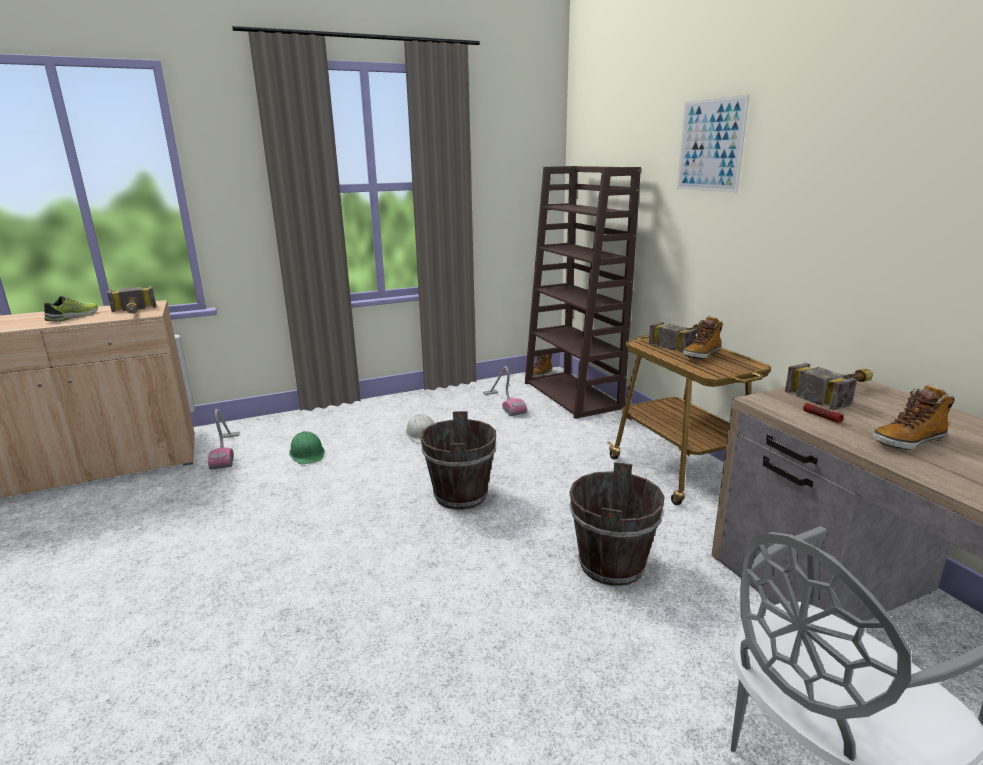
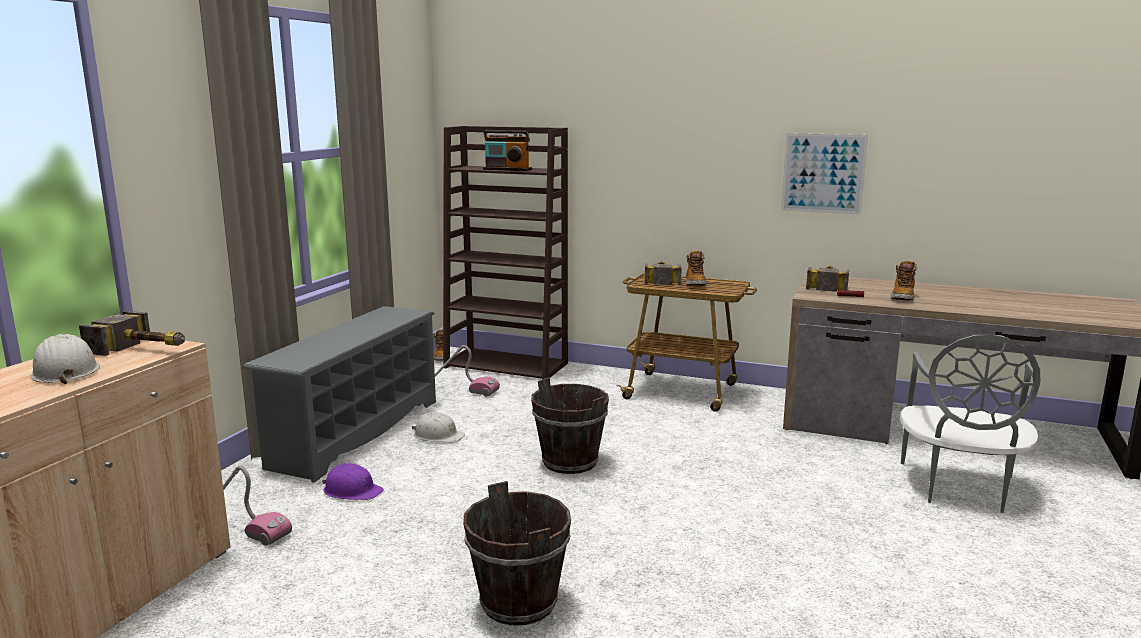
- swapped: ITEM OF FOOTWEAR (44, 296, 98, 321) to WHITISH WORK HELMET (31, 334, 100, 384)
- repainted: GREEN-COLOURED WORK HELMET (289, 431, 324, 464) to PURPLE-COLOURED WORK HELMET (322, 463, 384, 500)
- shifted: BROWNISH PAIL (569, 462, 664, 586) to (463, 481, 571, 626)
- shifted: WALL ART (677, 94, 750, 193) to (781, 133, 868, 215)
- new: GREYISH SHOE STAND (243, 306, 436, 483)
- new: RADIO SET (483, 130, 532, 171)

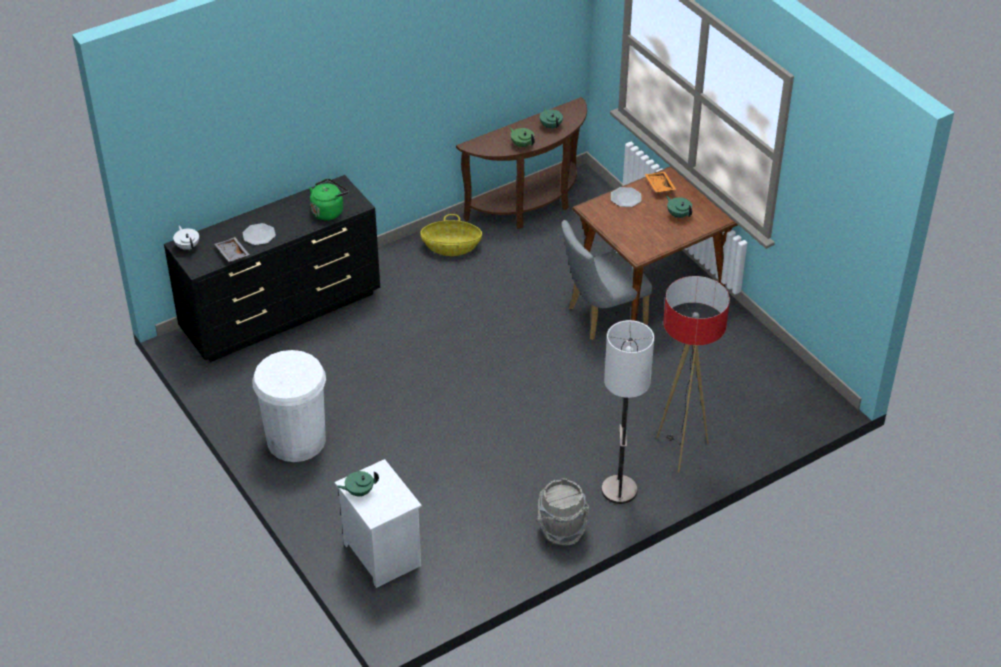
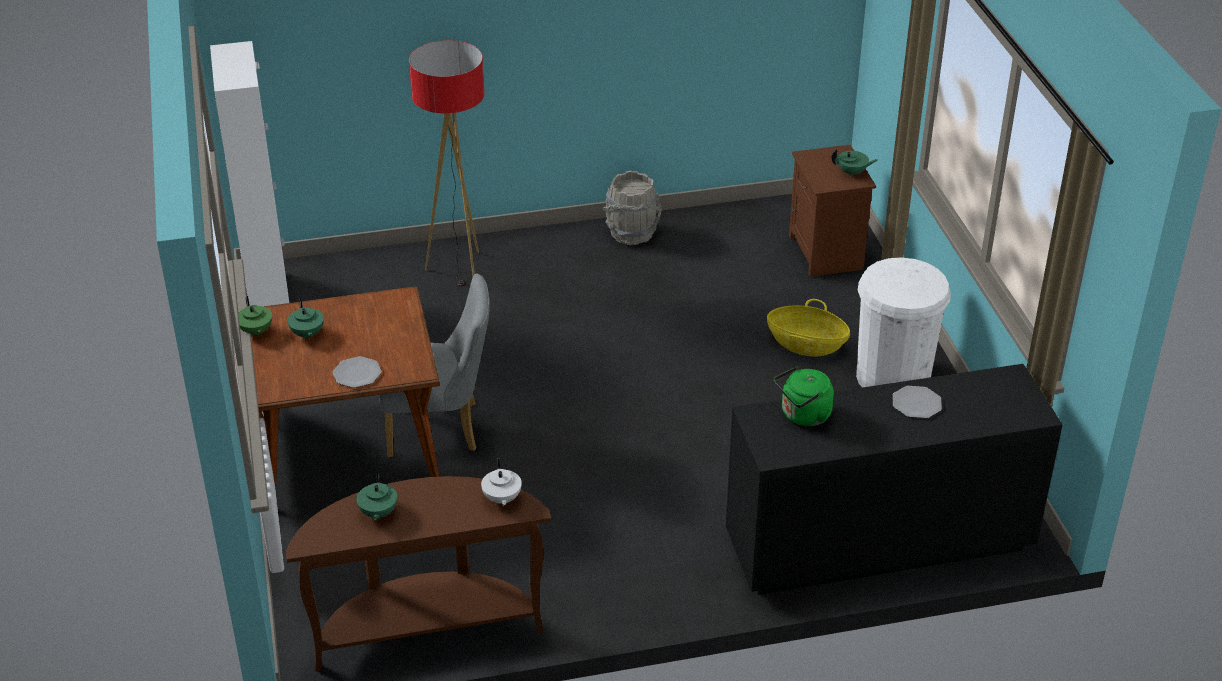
- shifted: WHITISH TEAPOT (173, 225, 199, 250) to (481, 458, 522, 506)
- gone: GREYISH TRAY (215, 237, 250, 262)
- repainted: WHITISH NIGHT TABLE (335, 459, 422, 588) to BROWNISH NIGHT TABLE (789, 145, 876, 277)
- shifted: STORAGE BASKET (420, 214, 482, 256) to (767, 299, 850, 356)
- shifted: GREEN-COLOURED TEAPOT (509, 127, 535, 147) to (238, 296, 272, 337)
- gone: STANDING LAMP (602, 320, 654, 504)
- gone: ORANGE TRAY (645, 172, 676, 193)
- new: WHITISH CABINET (210, 41, 289, 306)

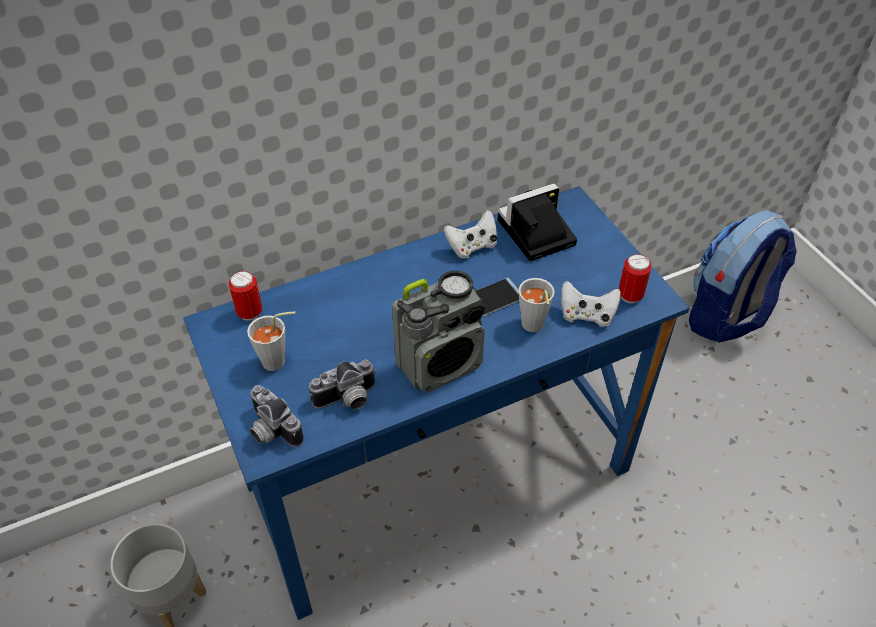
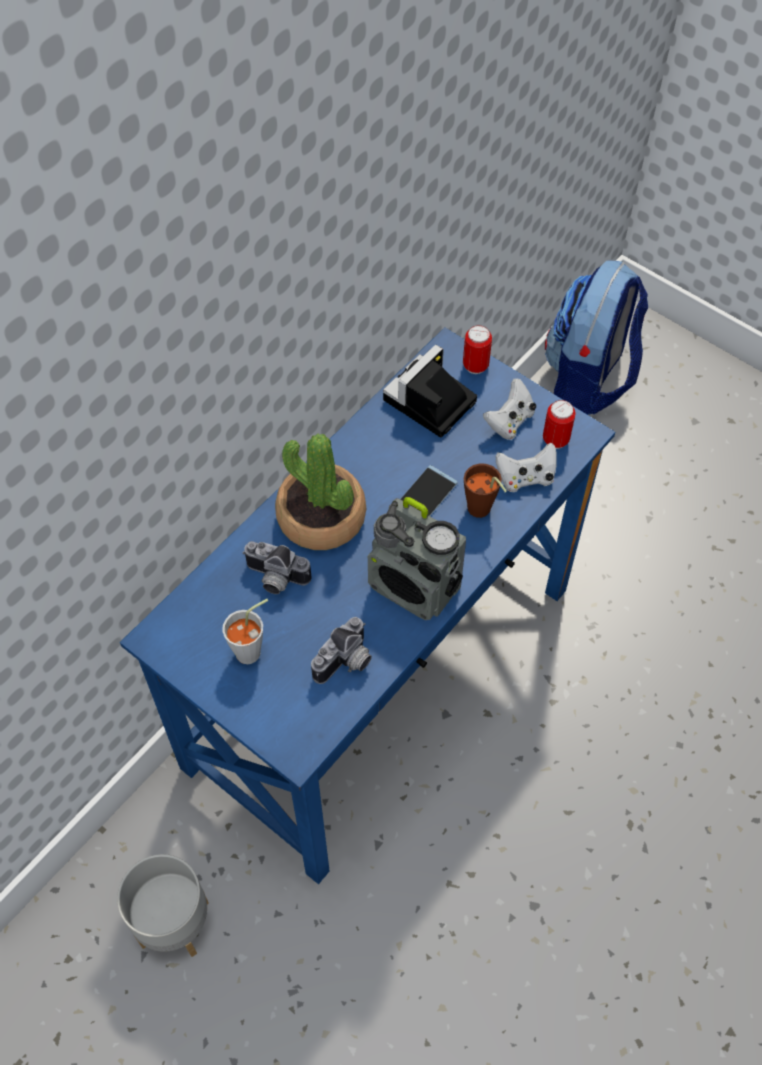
- shifted: SEALED CAN (229, 271, 262, 321) to (463, 325, 492, 374)
- shifted: STILL CAMERA (250, 385, 304, 447) to (242, 541, 311, 594)
- rotated: RADIO SET (392, 271, 485, 393) = (368, 497, 466, 620) 90 degrees clockwise
- shifted: WHITISH GAME CONTROLLER (444, 210, 497, 258) to (483, 378, 536, 440)
- repainted: GREYISH DRINKING CUP (519, 278, 555, 332) to BROWNISH DRINKING CUP (464, 463, 507, 518)
- new: PLANT IN A POT (275, 434, 366, 550)

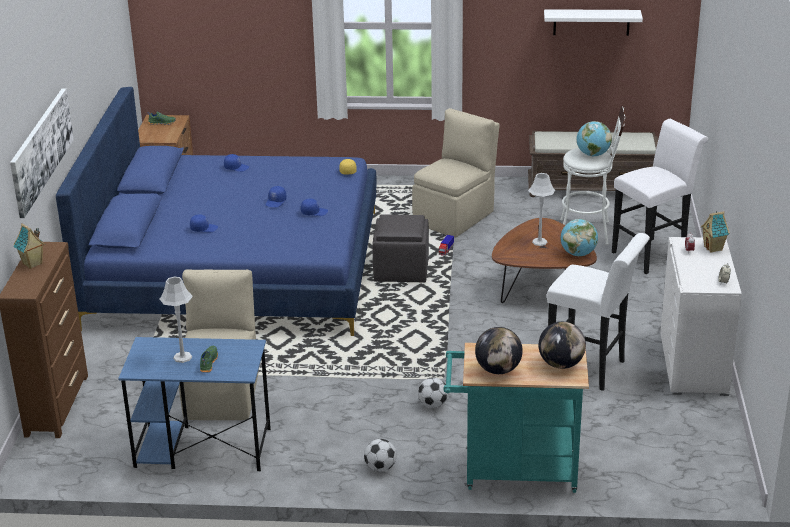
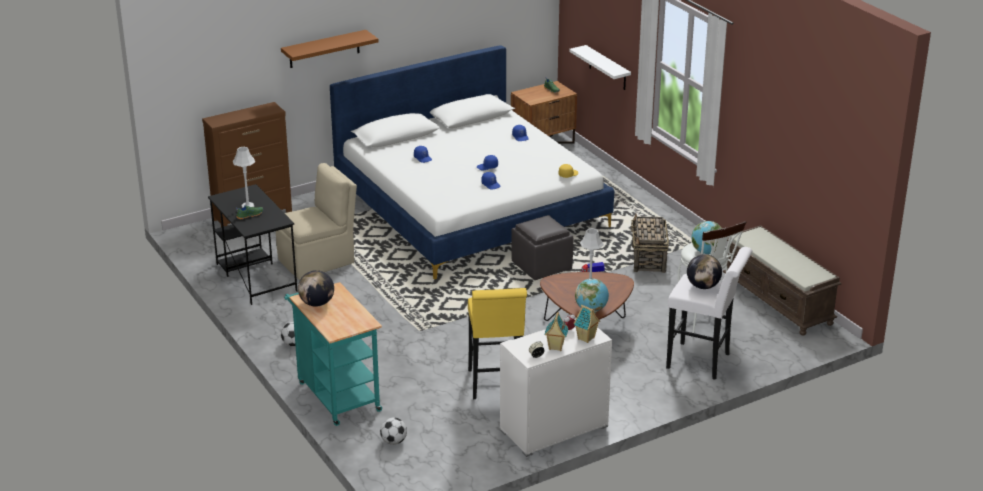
- swapped: WALL ART (10, 88, 74, 218) to BROWNISH BRACKET SHELF (281, 30, 379, 68)
- shifted: TOY HOUSE (13, 223, 45, 269) to (544, 312, 568, 351)
- repainted: BLUE BEDROOM BED (56, 87, 377, 336) to WHITISH BEDROOM BED (330, 45, 614, 280)
- repainted: BLUE DESK TABLE (118, 337, 271, 471) to BLACKISH DESK TABLE (208, 184, 298, 305)
- swapped: SAND-COLOURED CHAIR (412, 108, 500, 237) to STORAGE BASKET (630, 214, 669, 273)
- shifted: BALL FOR FOOTBALL (418, 377, 448, 408) to (380, 418, 407, 445)
- shifted: DESK GLOBE (538, 322, 586, 369) to (687, 254, 722, 289)
- shifted: WHITISH BRACKET SHELF (544, 9, 643, 36) to (569, 45, 631, 90)
- repainted: WHITISH STOOL (547, 233, 650, 391) to YELLOW STOOL (468, 288, 527, 399)

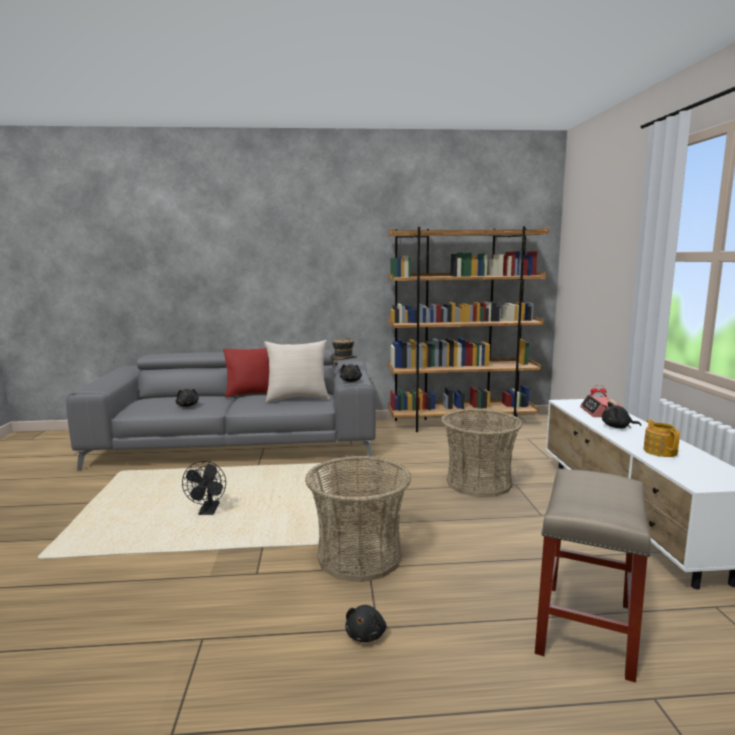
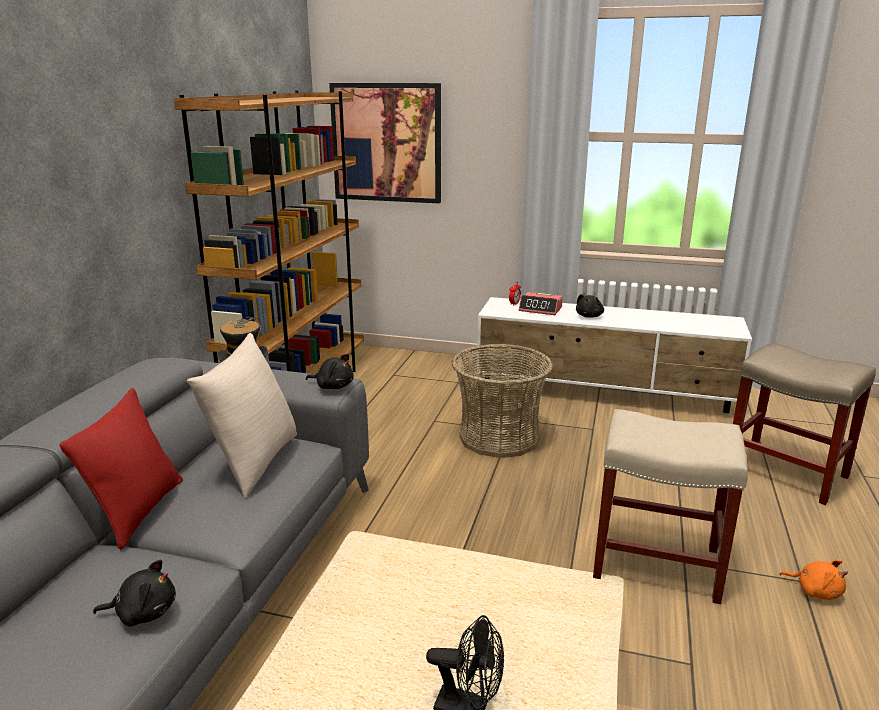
- swapped: STORAGE BASKET (305, 456, 412, 582) to SAND-COLOURED STOOL (593, 409, 748, 604)
- repainted: BLACKISH PLUSH TOY (346, 605, 386, 642) to ORANGE PLUSH TOY (779, 560, 848, 600)
- gone: TEAPOT (643, 420, 680, 457)
- new: WALL ART (329, 83, 441, 203)

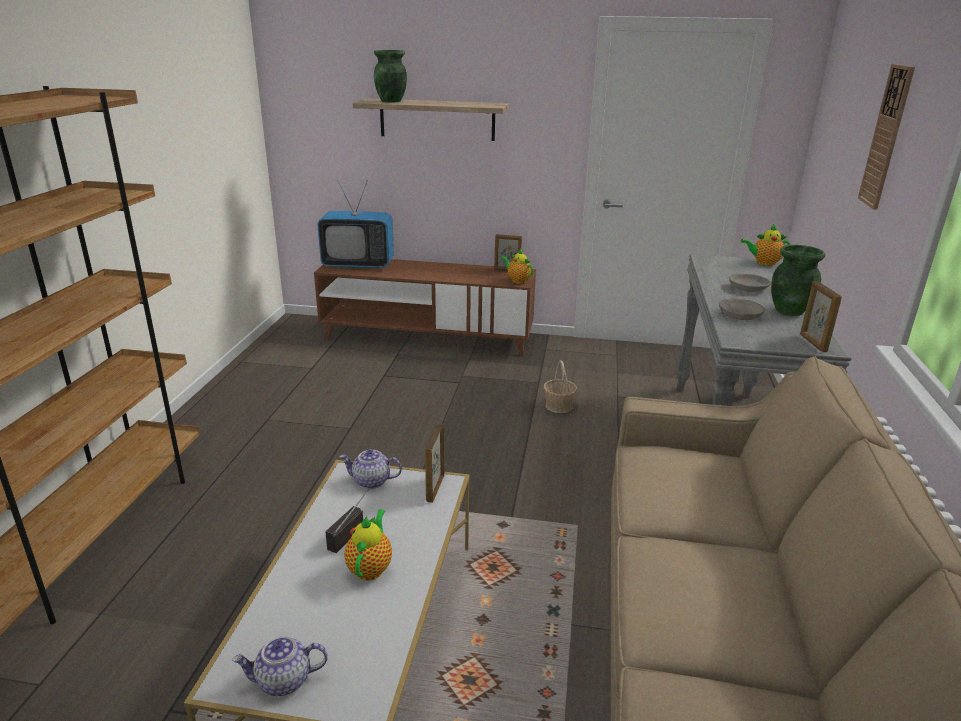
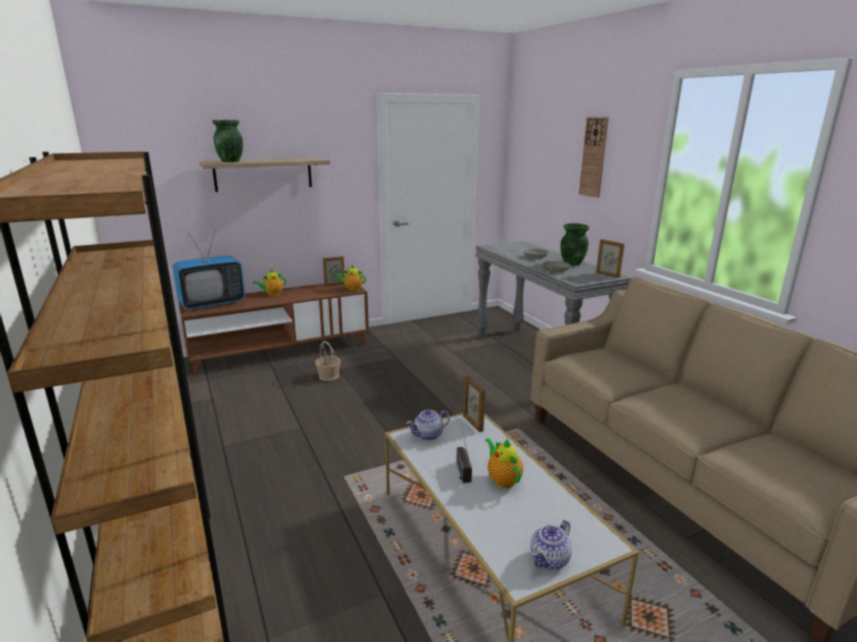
- shifted: STORAGE BASKET (543, 360, 577, 413) to (315, 341, 341, 381)
- shifted: TEAPOT (740, 224, 790, 266) to (253, 268, 286, 296)

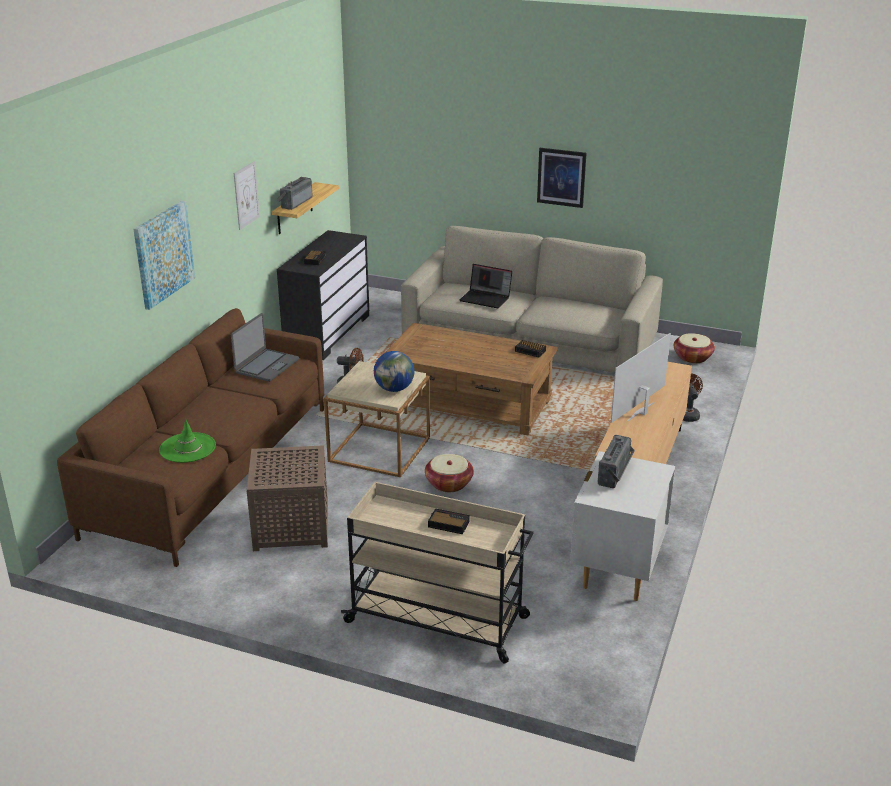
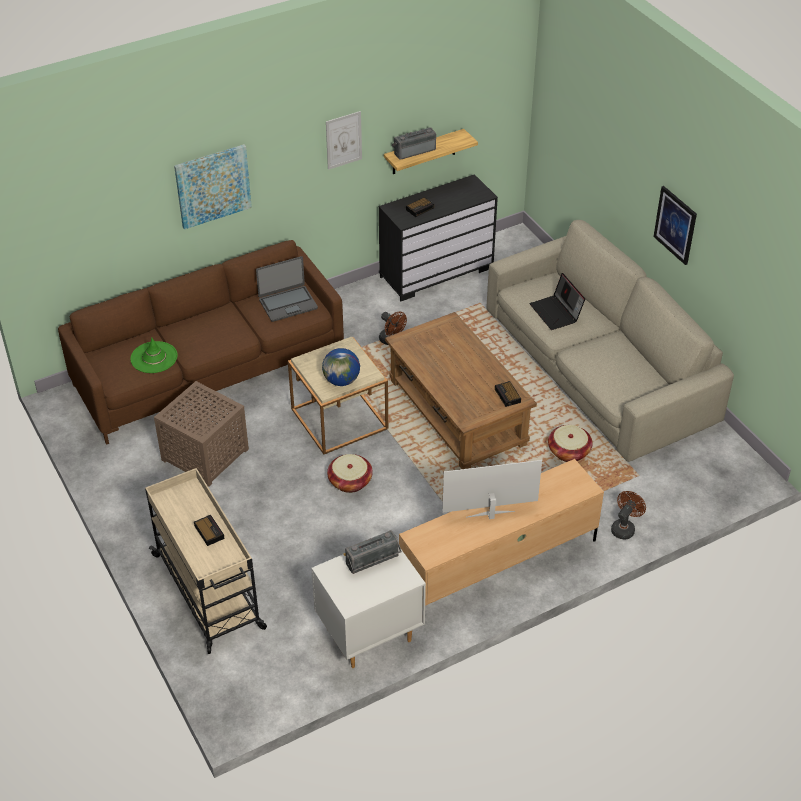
- shifted: STORAGE BASKET (674, 333, 715, 363) to (548, 425, 593, 462)

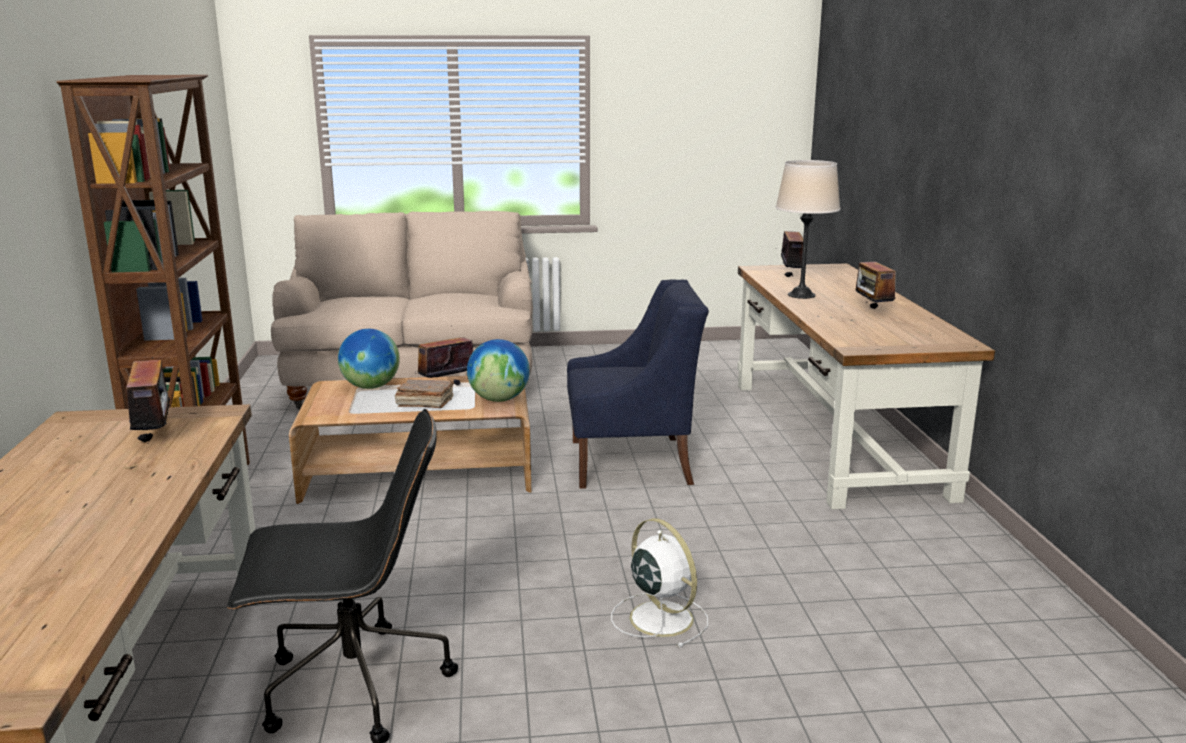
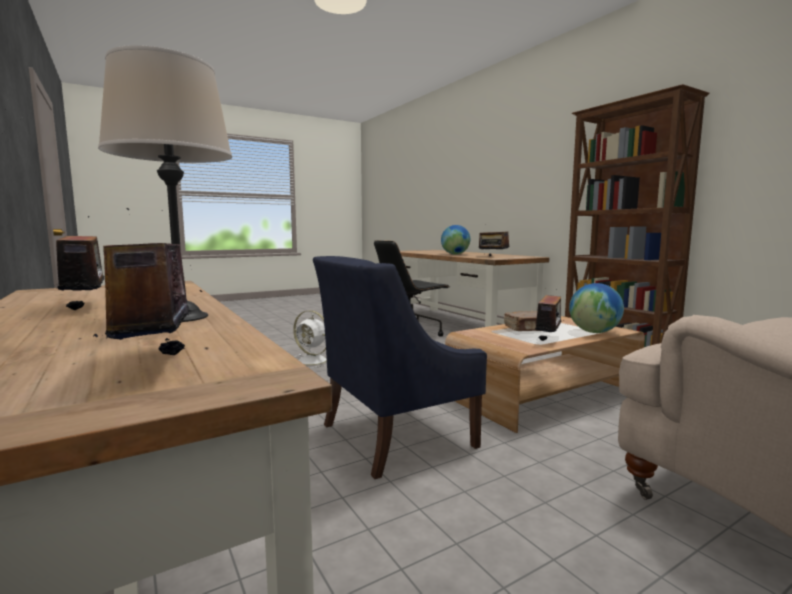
- shifted: DESK GLOBE (467, 339, 530, 402) to (441, 225, 470, 254)

